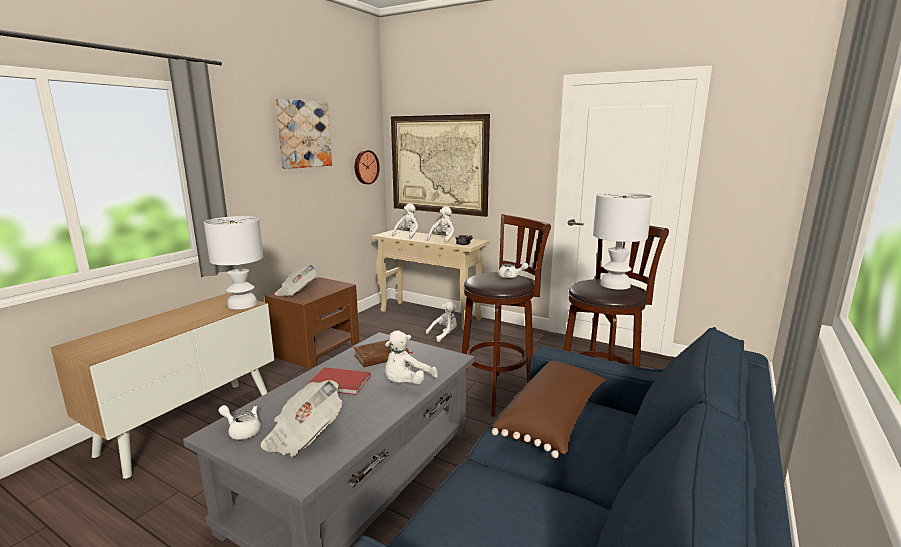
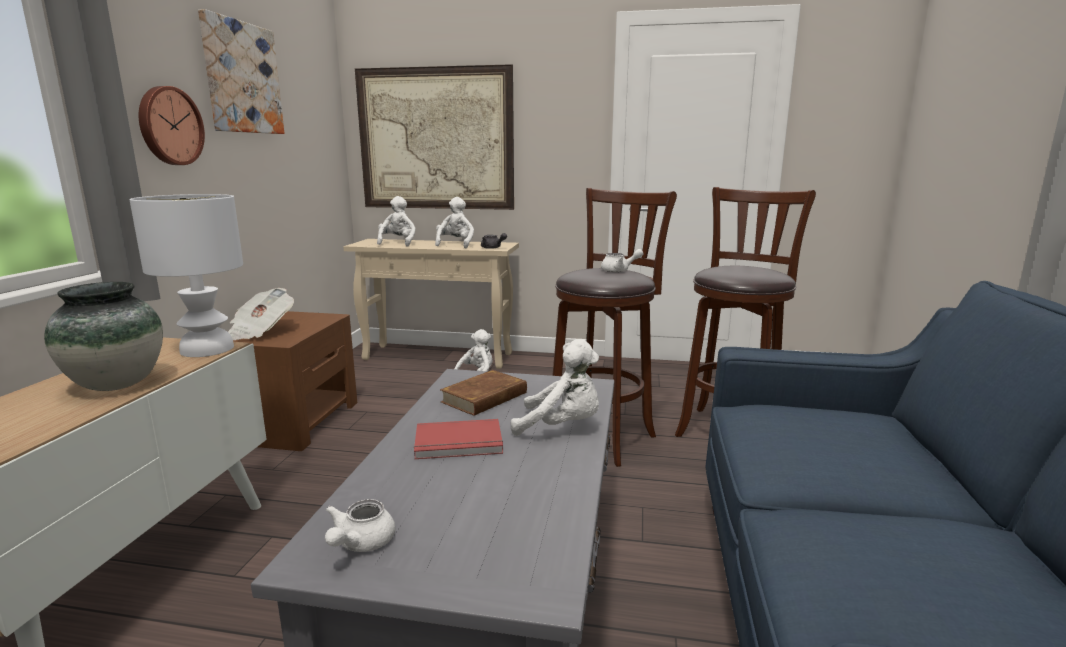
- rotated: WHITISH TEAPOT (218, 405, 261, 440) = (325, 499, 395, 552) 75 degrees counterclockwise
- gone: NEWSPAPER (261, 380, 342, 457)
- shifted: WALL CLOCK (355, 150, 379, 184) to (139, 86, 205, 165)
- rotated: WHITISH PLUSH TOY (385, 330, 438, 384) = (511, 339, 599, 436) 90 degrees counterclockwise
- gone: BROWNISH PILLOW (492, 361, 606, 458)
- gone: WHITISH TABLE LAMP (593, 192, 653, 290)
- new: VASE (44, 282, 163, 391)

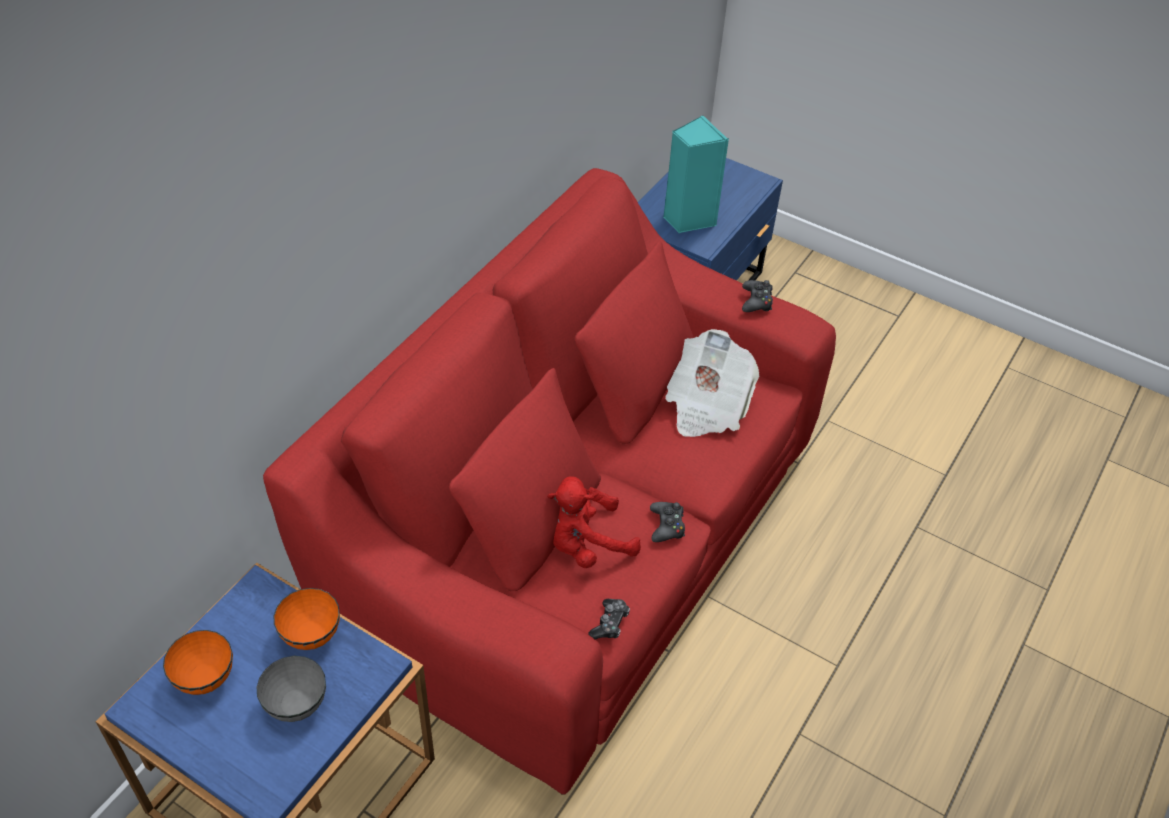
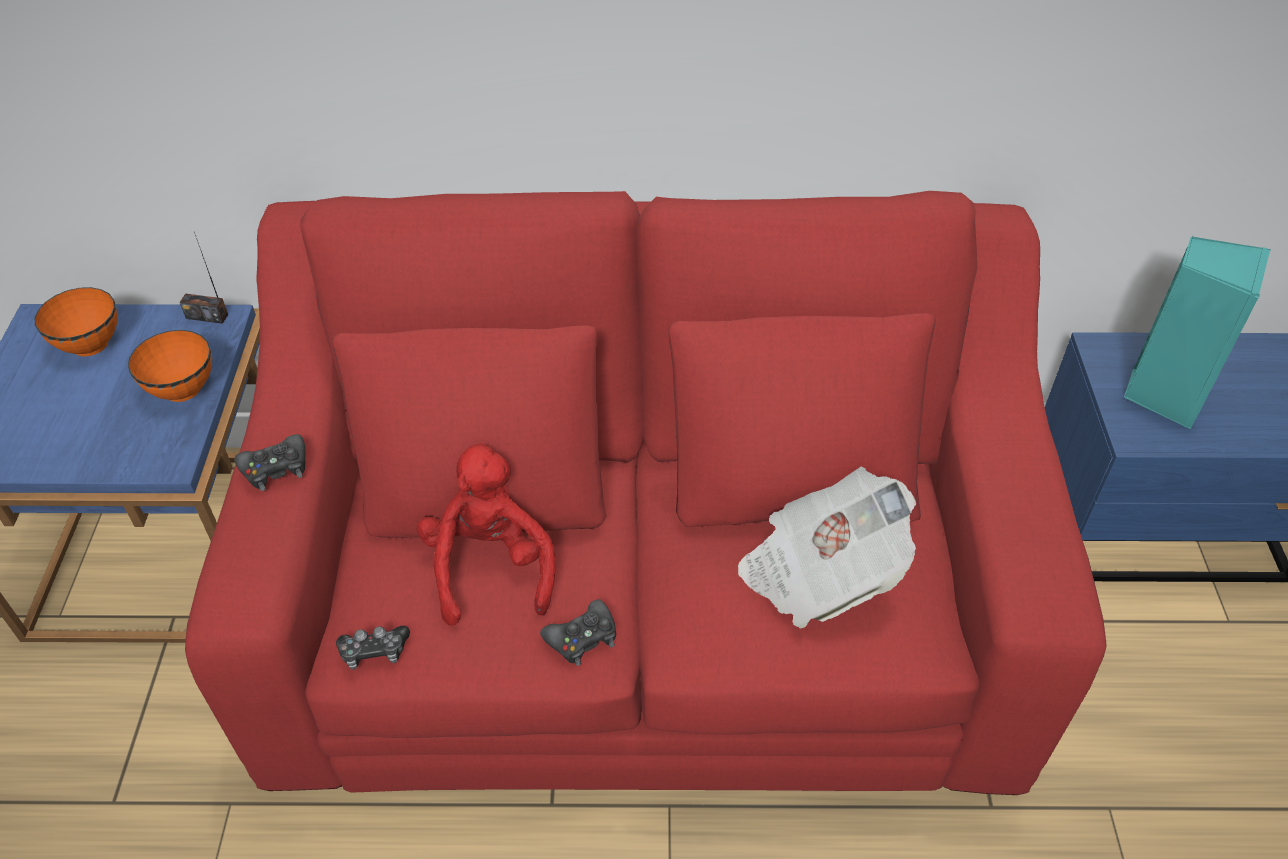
- gone: GREYISH DEEP DISH (256, 656, 326, 722)
- rotated: RED PLUSH TOY (547, 477, 641, 568) = (417, 443, 556, 626) 45 degrees clockwise
- shifted: BLACKISH GAME CONTROLLER (742, 280, 773, 312) to (234, 434, 306, 491)
- new: RADIO SET (180, 232, 228, 324)

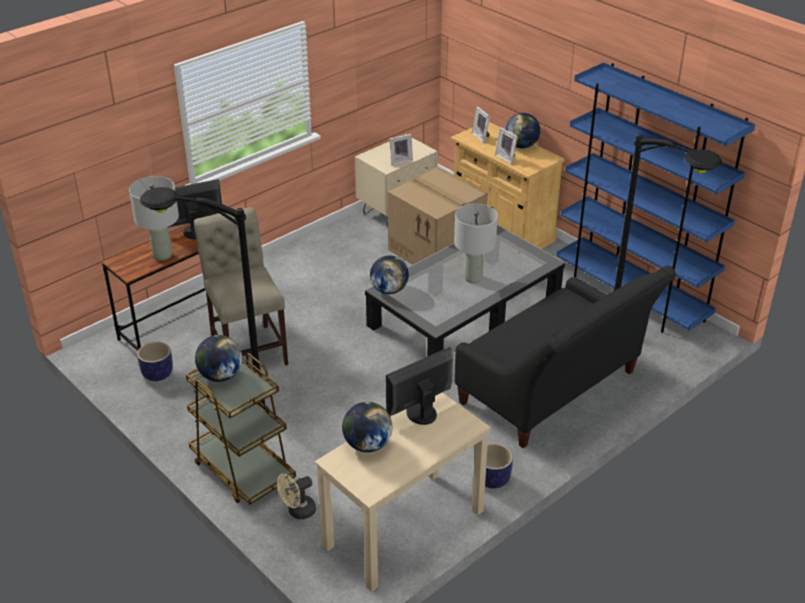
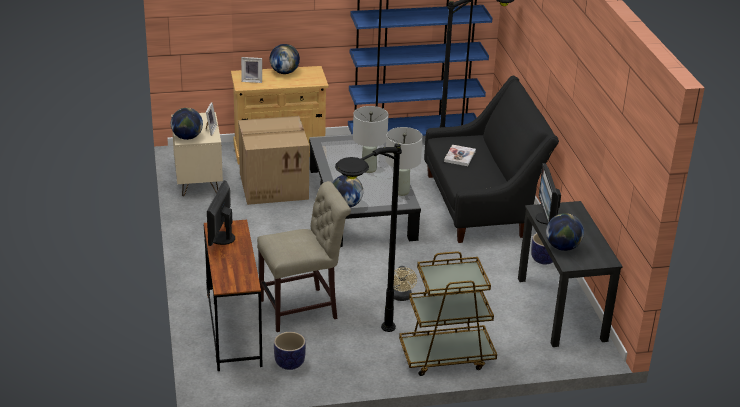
- shifted: GREYISH TABLE LAMP (129, 176, 179, 261) to (385, 127, 423, 196)
- rotated: SAND-COLOURED CHAIR (194, 207, 288, 366) = (257, 181, 351, 332) 150 degrees clockwise
- shifted: DESK GLOBE (195, 335, 242, 382) to (171, 108, 203, 140)
- shifted: SAND-COLOURED ELECTRIC FAN (277, 473, 316, 519) to (393, 266, 417, 301)
- repainted: SAND-COLOURED DESK TABLE (315, 393, 491, 592) to BLACKISH DESK TABLE (518, 201, 623, 347)
- gone: PHOTO FRAME (495, 127, 518, 164)
- new: VOLUME (444, 145, 476, 166)

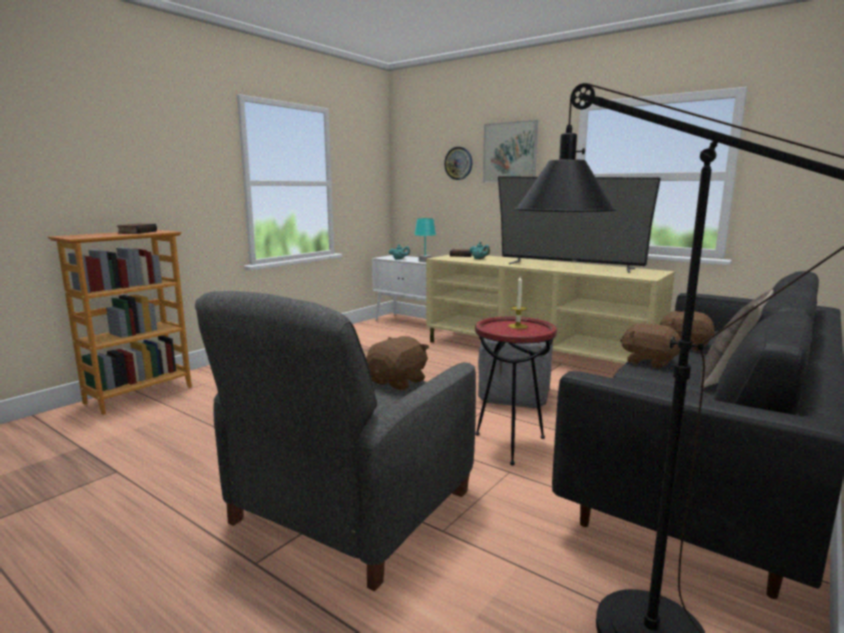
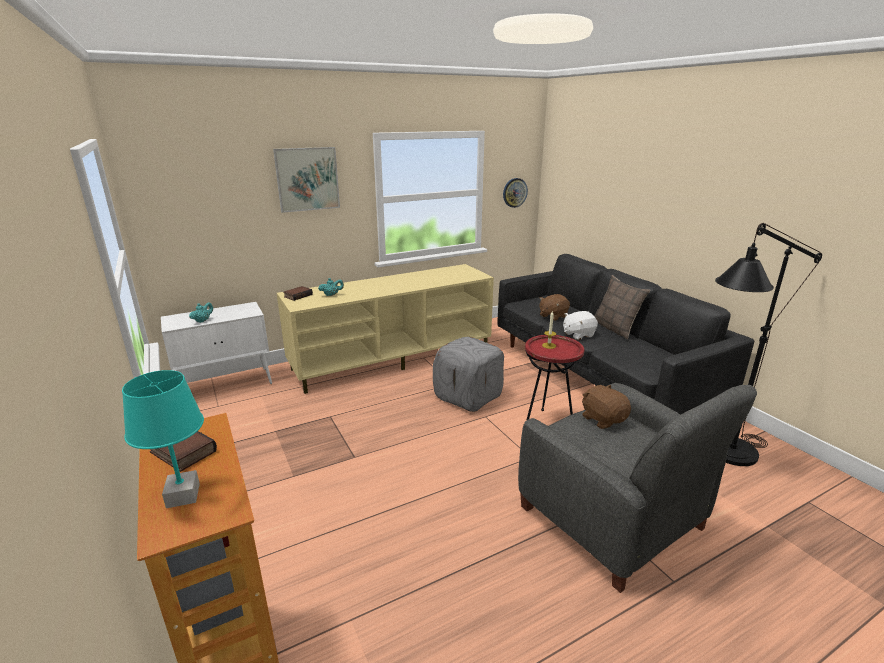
- shifted: TURQUOISE TABLE LAMP (414, 218, 436, 262) to (122, 370, 204, 508)
- shifted: WALL CLOCK (444, 147, 472, 180) to (503, 178, 528, 208)
- gone: TELEVISION (498, 176, 661, 273)
- repainted: BROWNISH PLUSH TOY (620, 323, 680, 369) to WHITISH PLUSH TOY (563, 311, 598, 340)

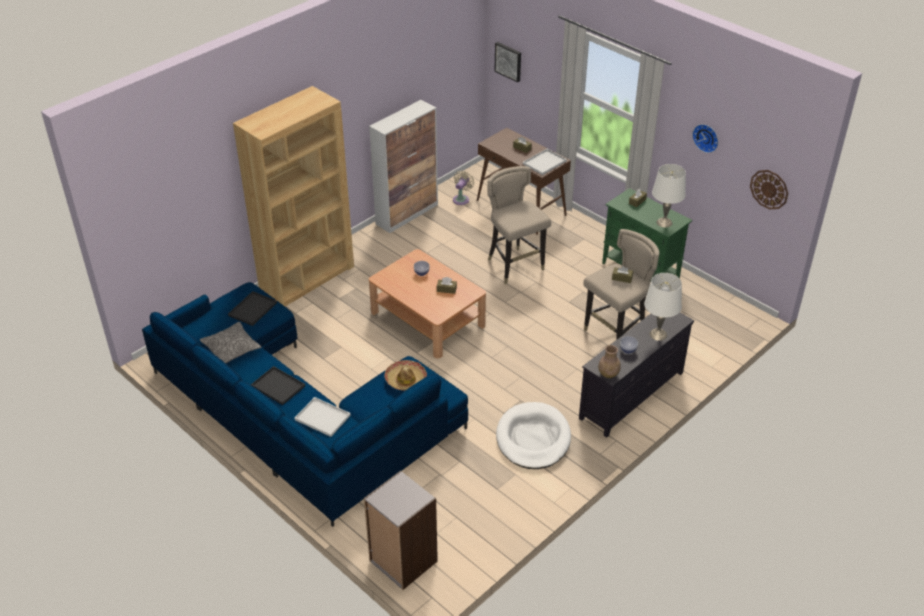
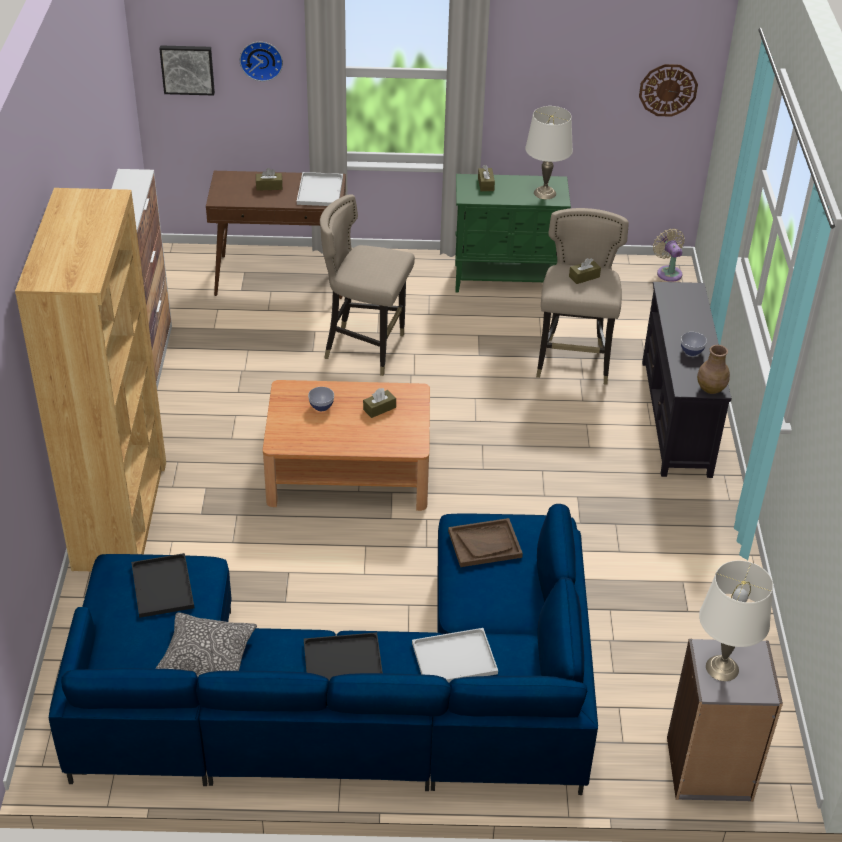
- swapped: CLOTHING HAT (385, 360, 427, 391) to BROWNISH TRAY (448, 518, 523, 567)
- shifted: SAND-COLOURED ELECTRIC FAN (453, 171, 474, 205) to (653, 228, 685, 282)
- gone: WHITISH PET BED (496, 402, 571, 469)
- shifted: WHITISH TABLE LAMP (644, 273, 682, 341) to (699, 560, 773, 681)
- shifted: WALL CLOCK (692, 124, 718, 153) to (240, 42, 283, 81)

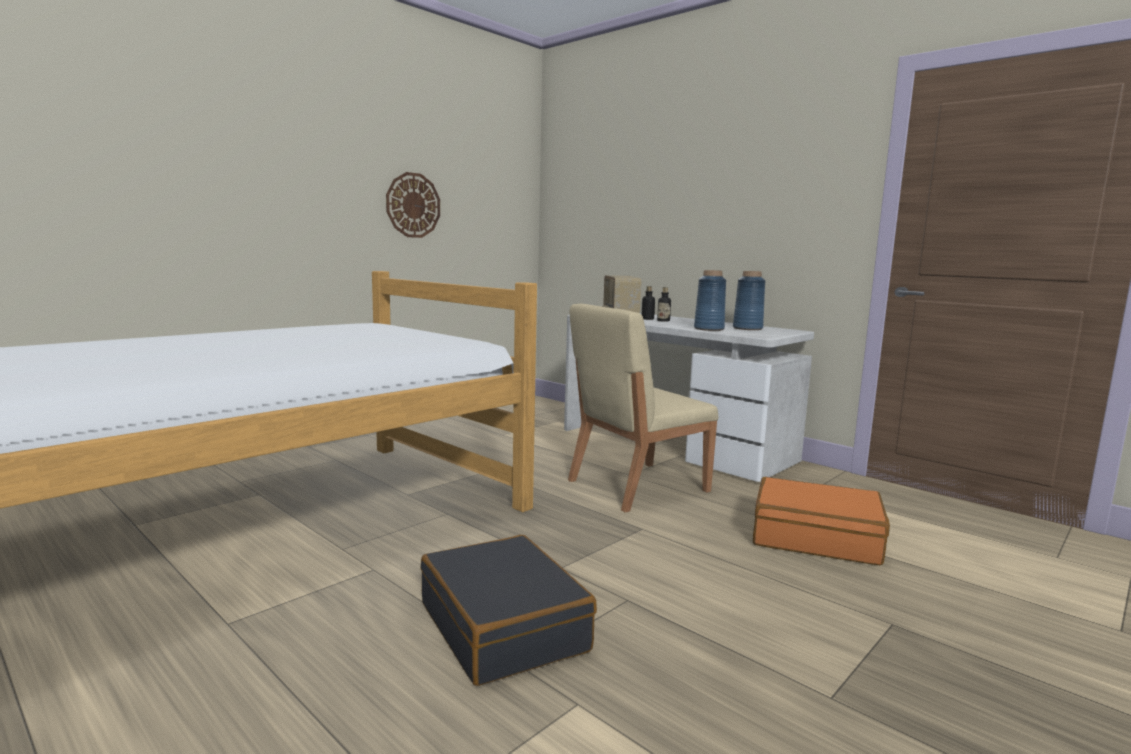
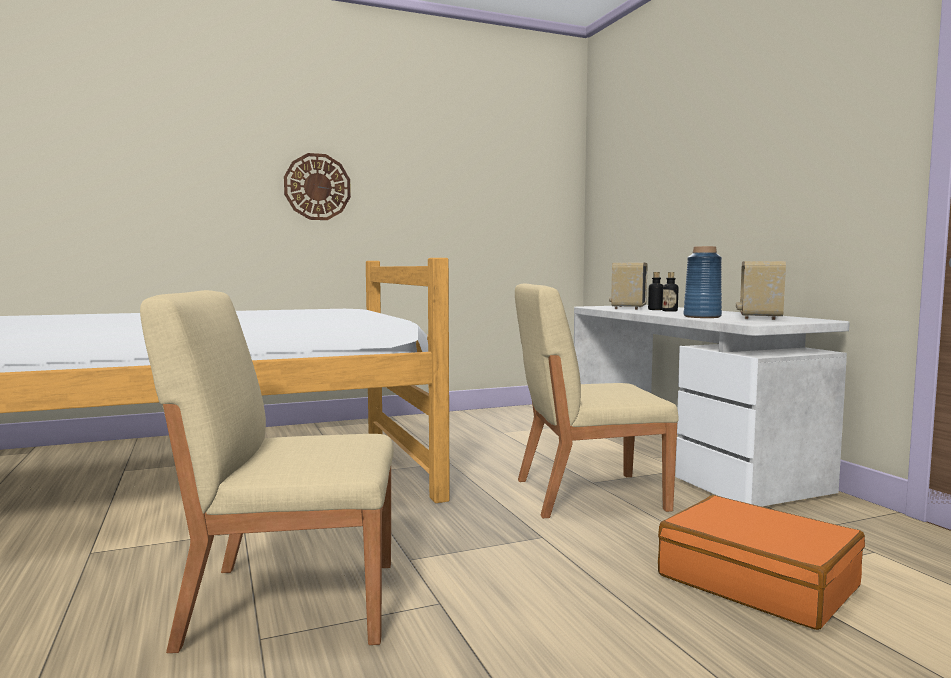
- shifted: WALL CLOCK (386, 172, 440, 238) to (284, 153, 351, 220)
- swapped: BLACKISH PIECE OF LUGGAGE (421, 535, 597, 686) to SAND-COLOURED CHAIR (140, 290, 394, 653)
- swapped: BLUE VASE (733, 271, 765, 330) to RADIO SET (736, 261, 786, 320)

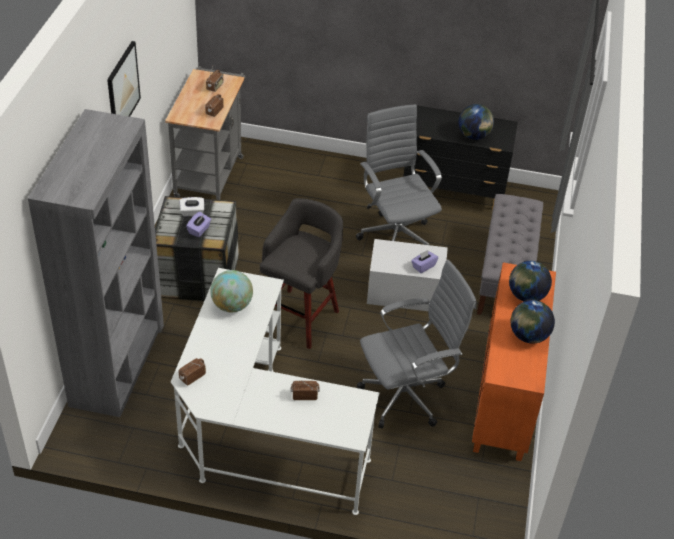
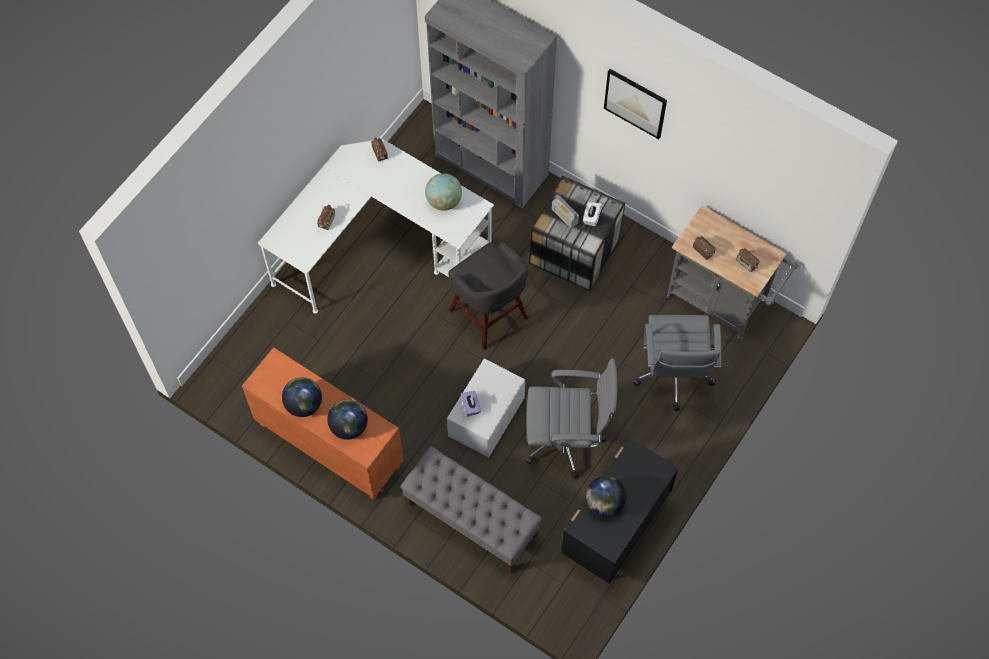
- swapped: PURPLE-COLOURED BOX OF TISSUES (186, 212, 211, 237) to RADIO SET (552, 194, 579, 228)
- shifted: GREYISH DESK CHAIR (357, 260, 477, 429) to (633, 315, 721, 412)

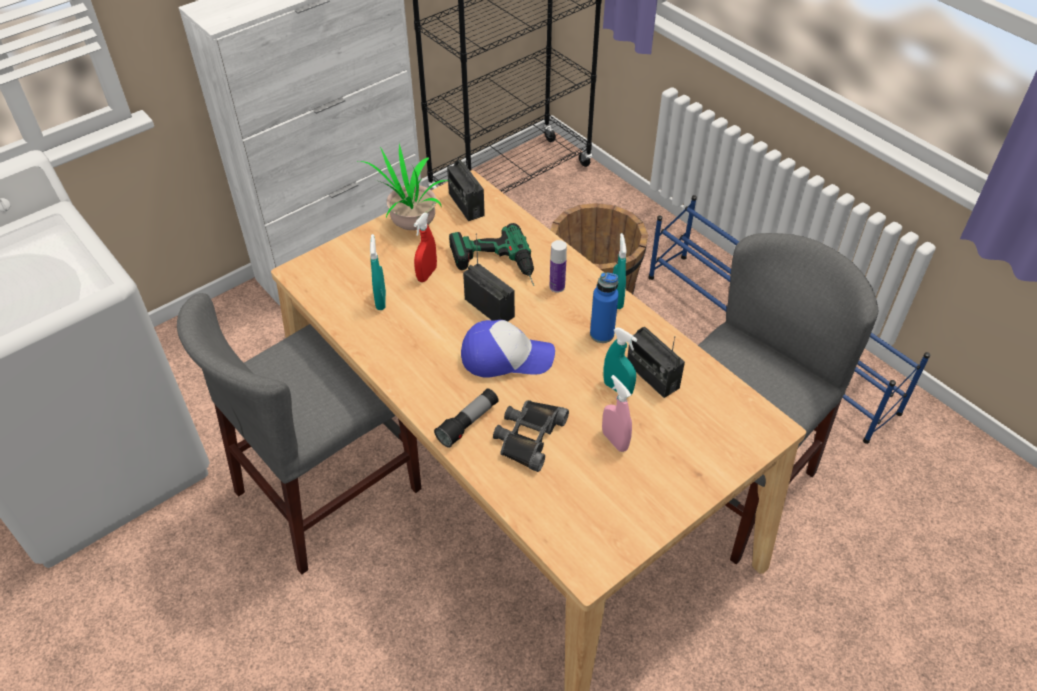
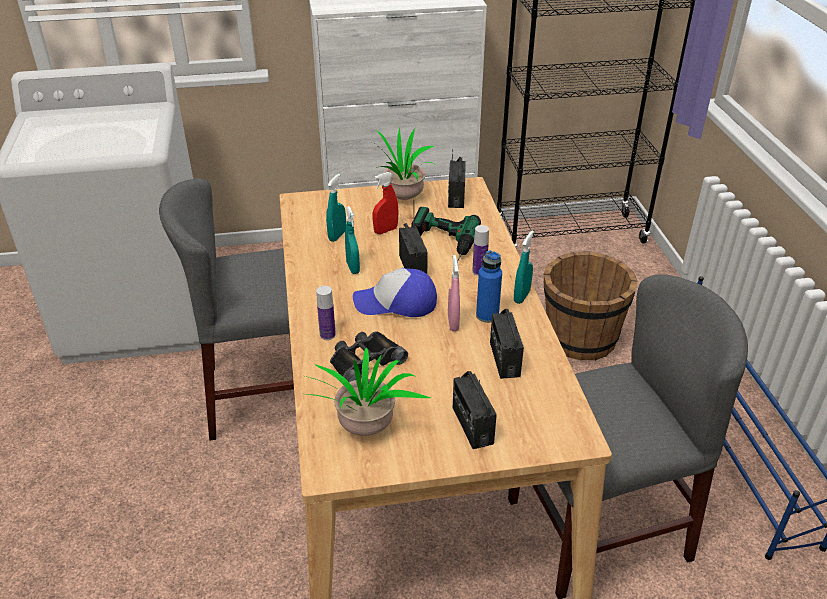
- swapped: FLASHLIGHT (434, 389, 499, 448) to BEVERAGE BOTTLE (316, 286, 336, 340)
- rotated: BASEBALL CAP (461, 320, 555, 378) = (353, 268, 437, 317) 150 degrees clockwise
- shifted: PINKISH SPRAYER (602, 375, 632, 452) to (448, 255, 460, 331)
- shifted: TURQUOISE SPRAYER (604, 327, 637, 395) to (345, 206, 360, 274)
- new: PLANT IN A POT (305, 348, 431, 436)
- new: RADIO SET (453, 371, 497, 449)

